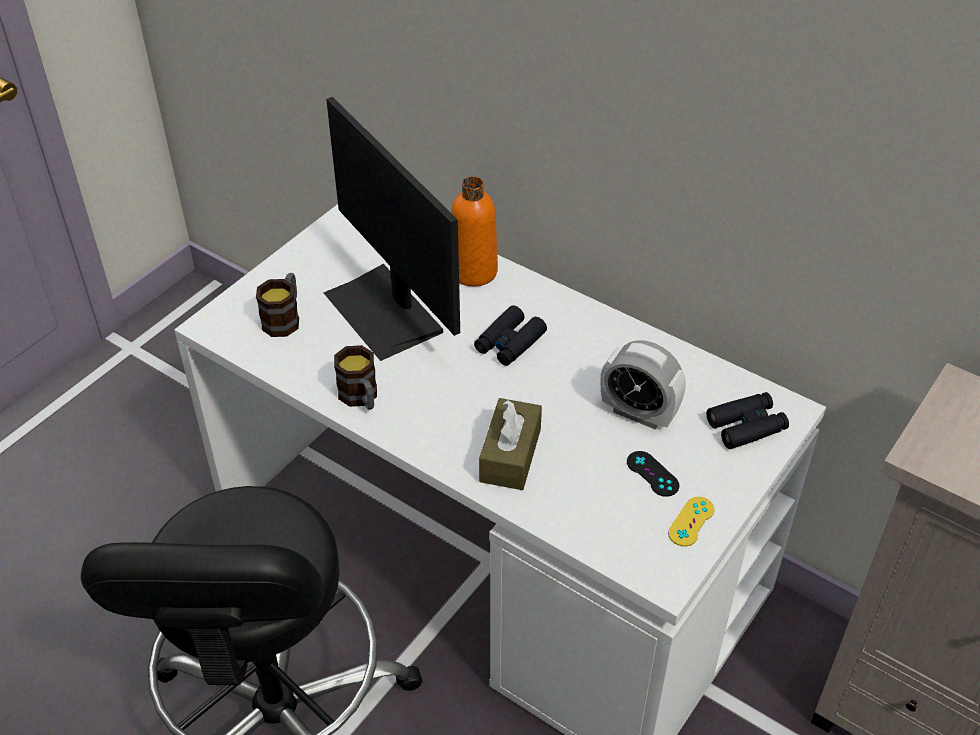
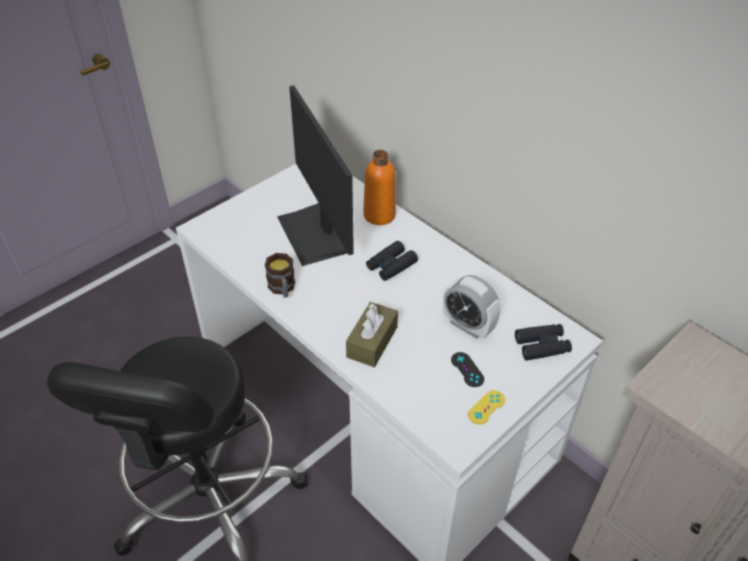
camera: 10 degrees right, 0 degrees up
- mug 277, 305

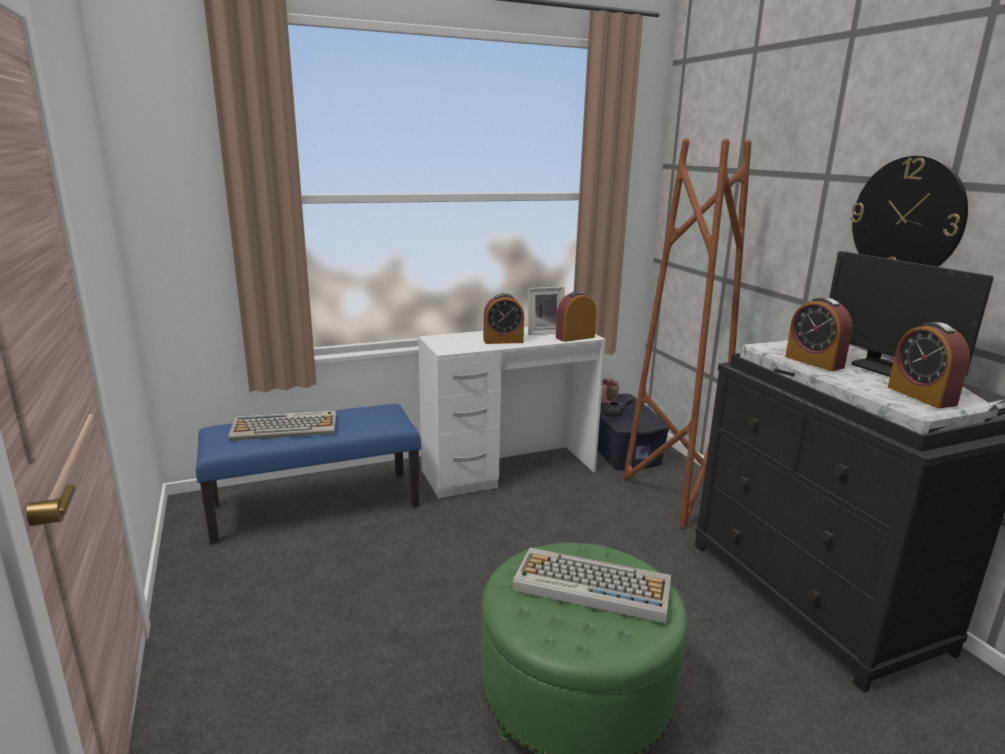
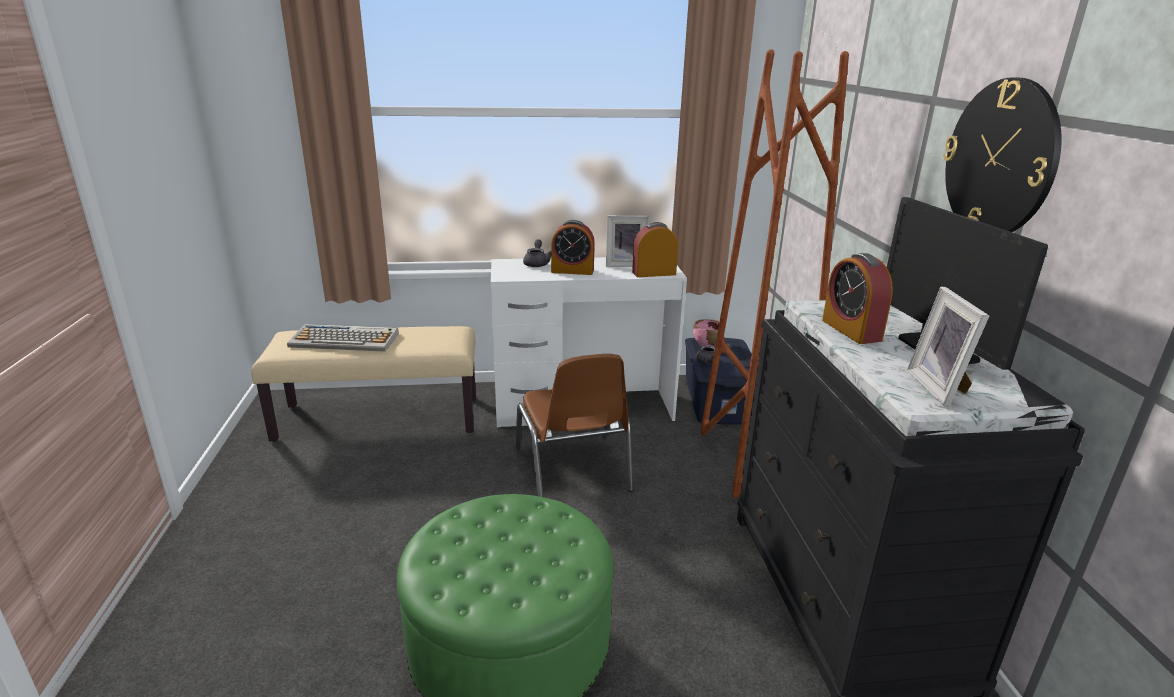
camera: 15 degrees right, 5 degrees up
~ blue_bench 308, 474 to beige_bench 363, 384
+ brown_chair 574, 425
+ grey_teapot 537, 253
~ alarm_clock 929, 365 to picture_frame 948, 346
- keyboard 591, 585

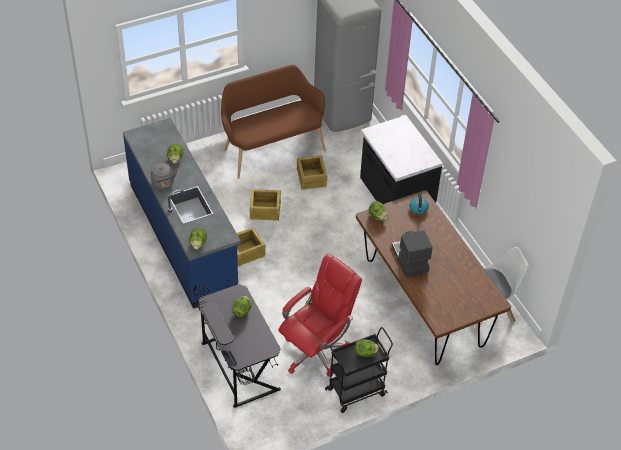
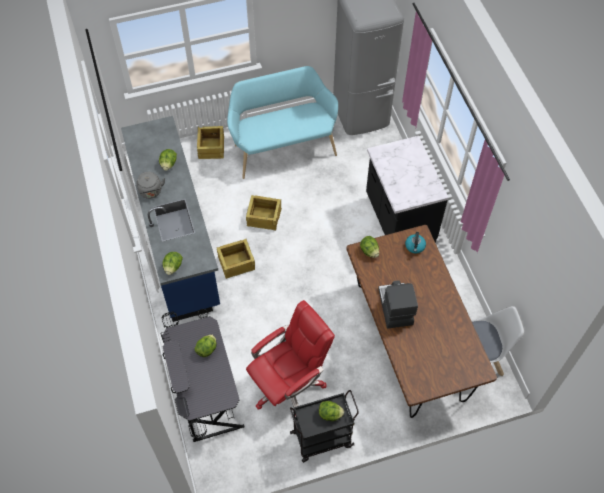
camera: 10 degrees right, 10 degrees up
~ crate 311, 172 to 210, 142
~ brown_bench 273, 122 to turquoise_bench 282, 122

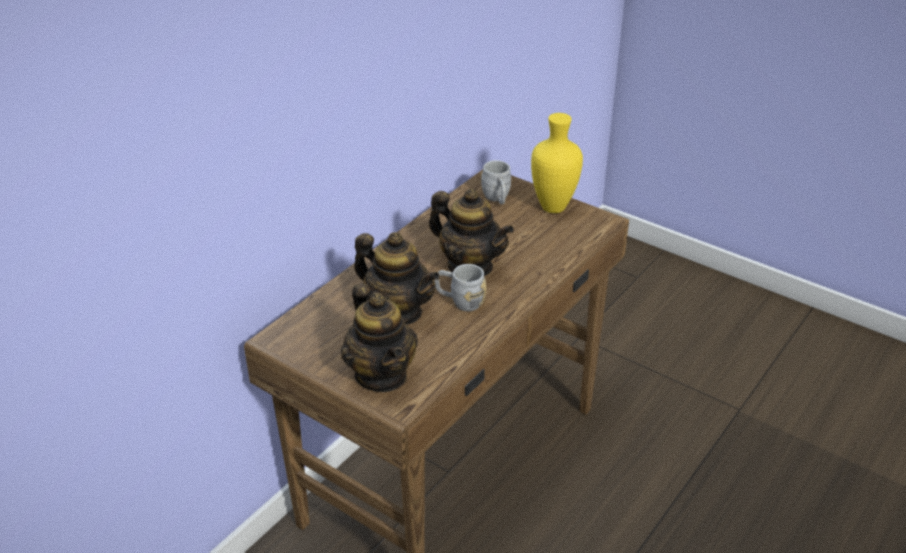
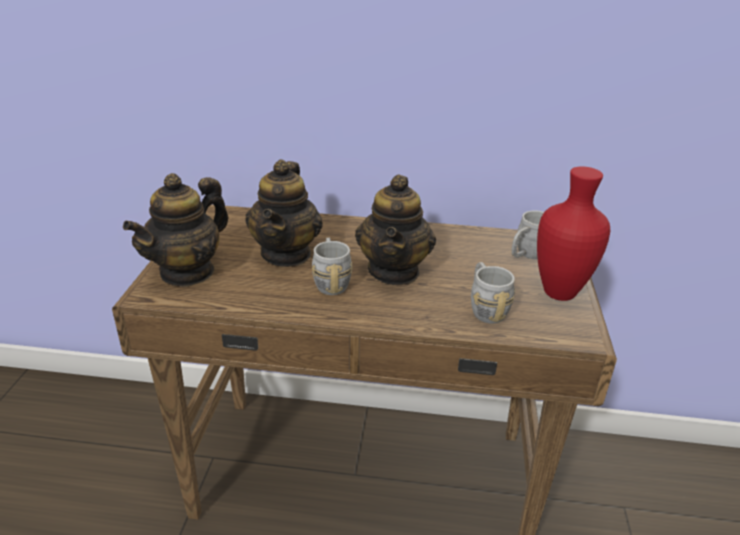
camera: 60 degrees right, 5 degrees down
+ grey_mug 493, 293
~ yellow_vase 557, 163 to red_vase 573, 233

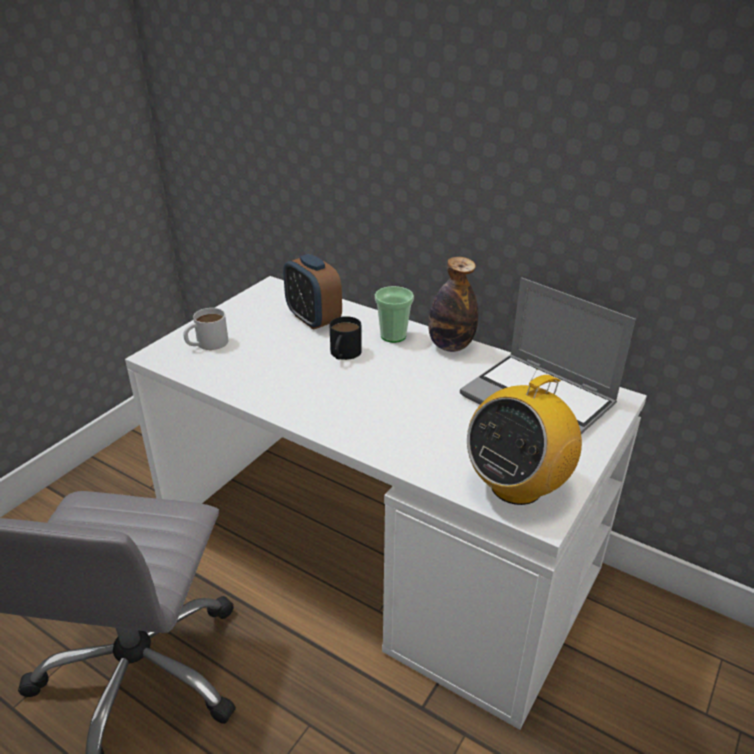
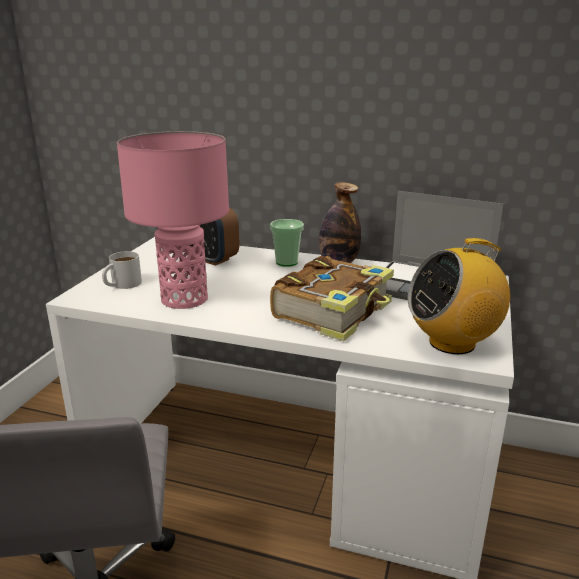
camera: 15 degrees left, 10 degrees down
+ pink_table_lamp 173, 220
+ book 332, 298
~ radio 524, 436 = 459, 296 45 degrees clockwise
- black_mug 345, 338

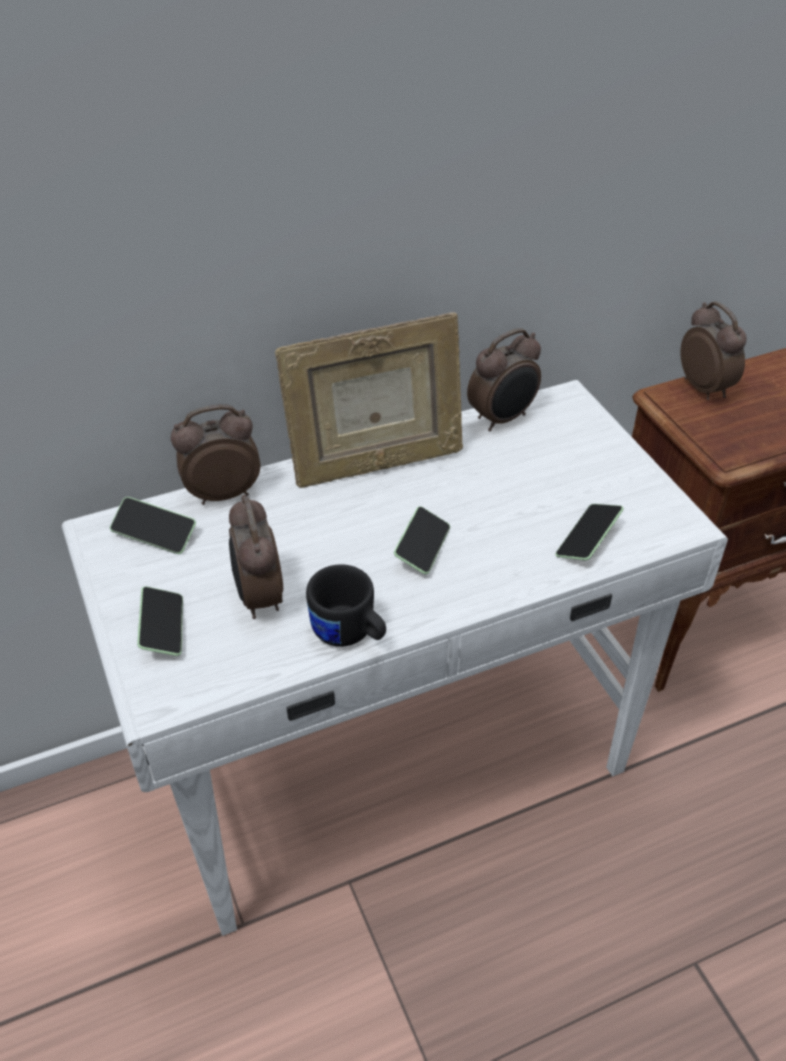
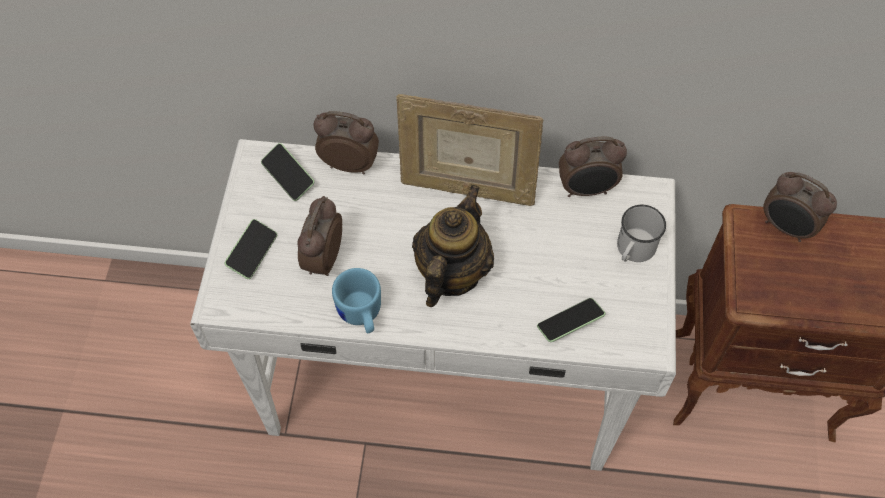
camera: 30 degrees right, 15 degrees up
~ black_mug 346, 605 to blue_mug 356, 300
~ phone 422, 540 to teapot 453, 246
+ white_mug 641, 233
~ alarm_clock 713, 350 = 800, 207 120 degrees clockwise

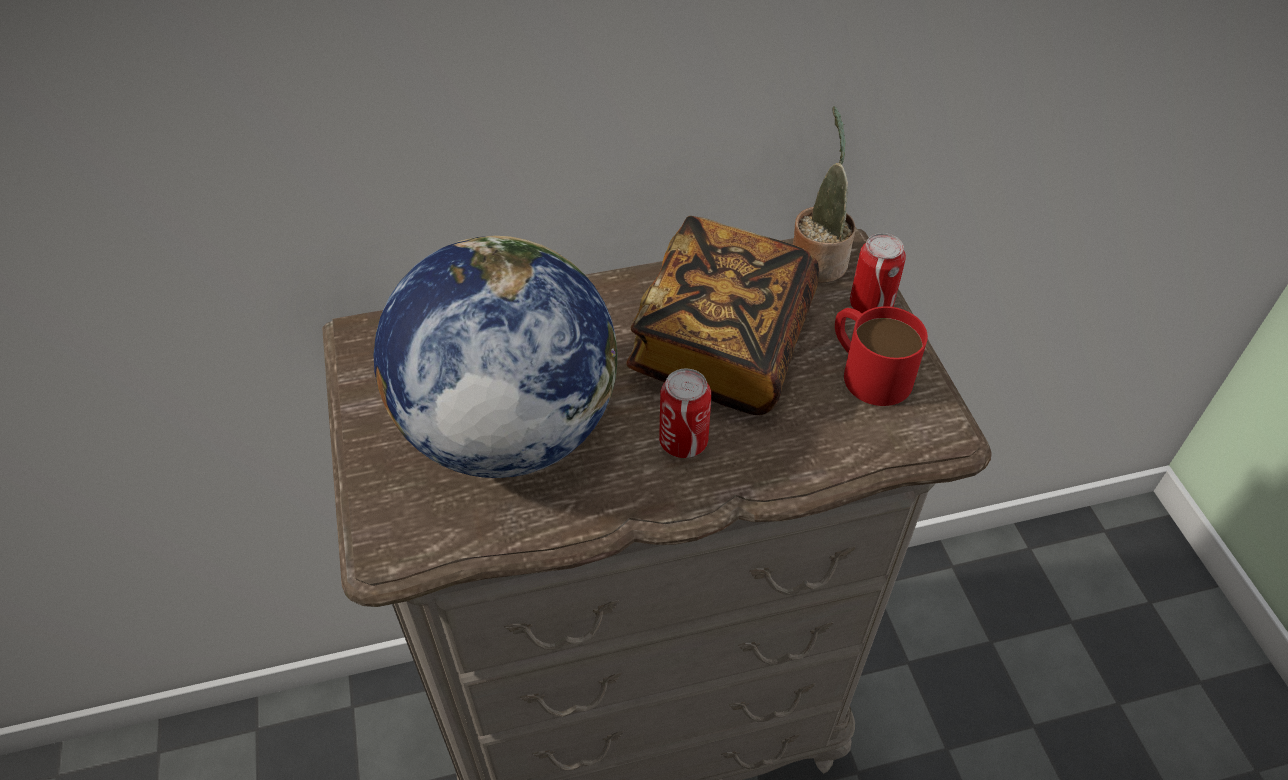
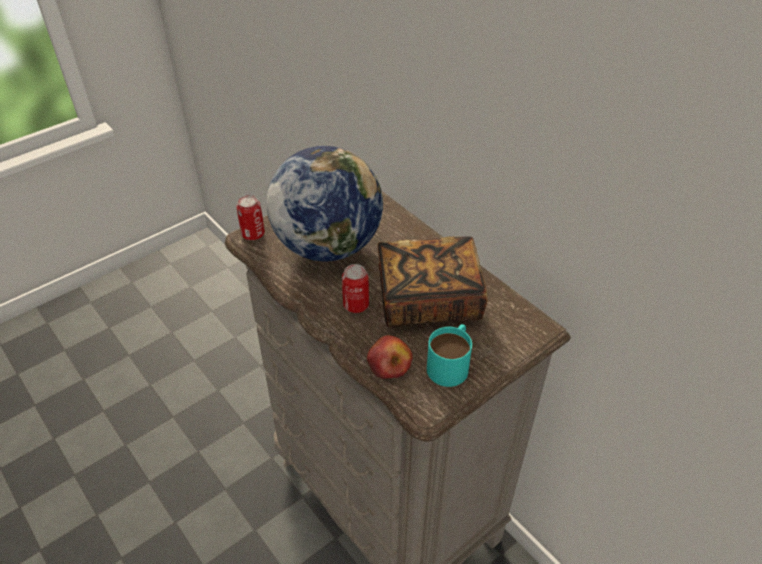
camera: 65 degrees right, 5 degrees down
~ can 878, 273 to 250, 217
+ apple 390, 357
~ red_mug 881, 356 to turquoise_mug 449, 355
- potted_plant 824, 194

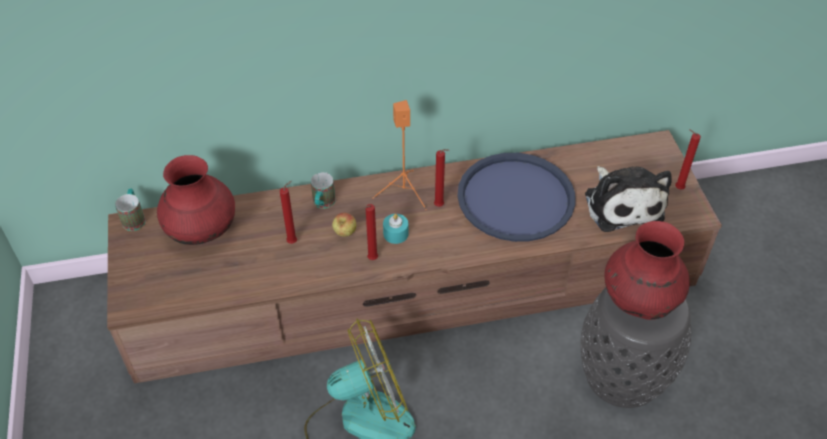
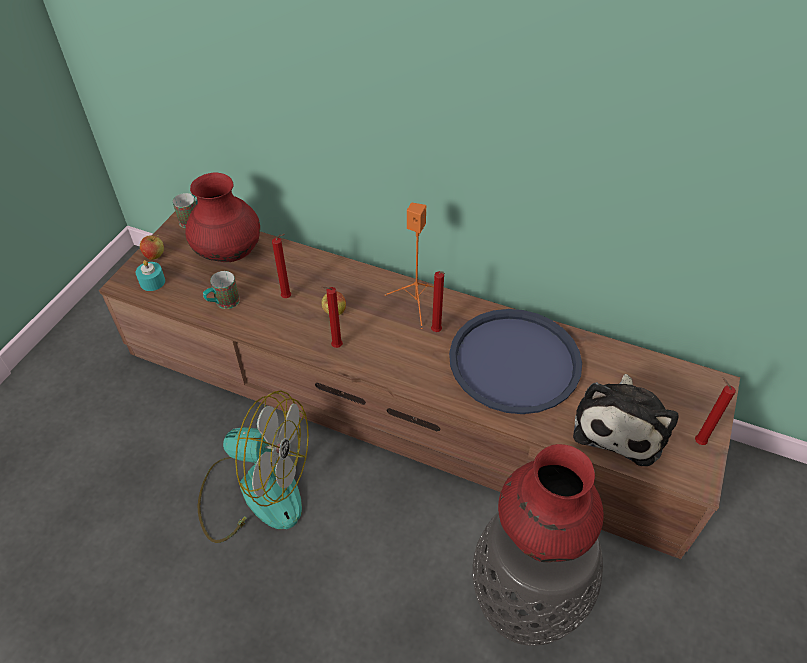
camera: 35 degrees right, 0 degrees up
~ turquoise_candle 395, 229 to 150, 275
+ apple 152, 247
~ mug 323, 190 to 221, 290

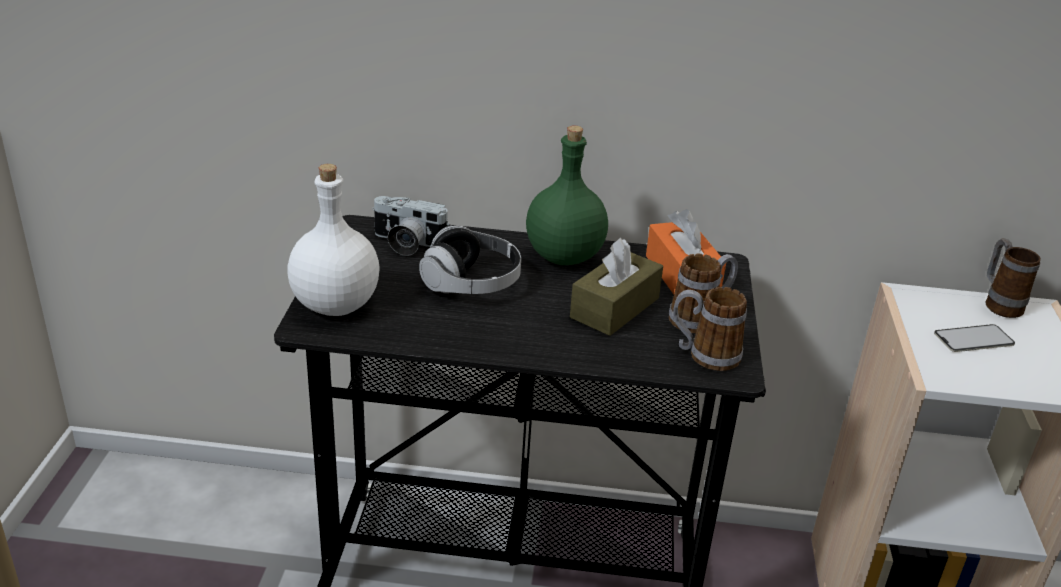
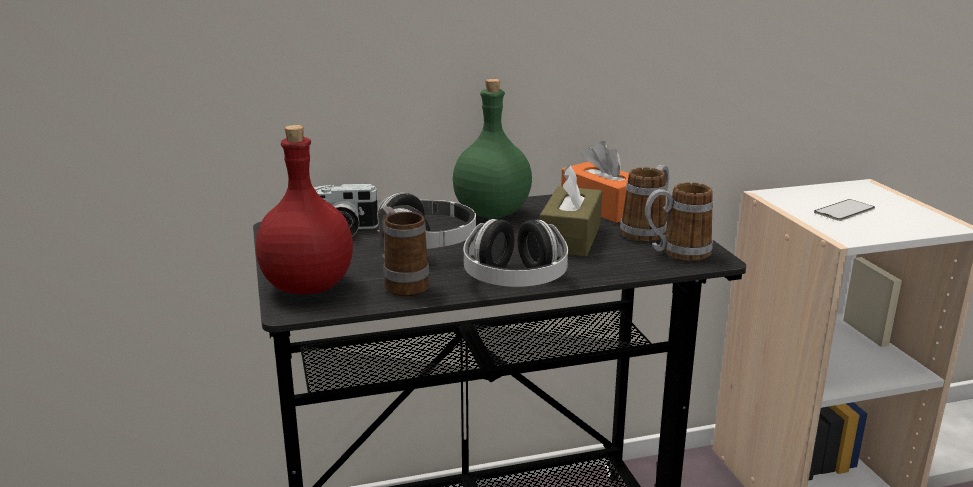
camera: 20 degrees left, 10 degrees down
~ white_bottle 333, 240 to red_bottle 304, 209
~ mug 1013, 278 to 404, 251
+ headphones 515, 253

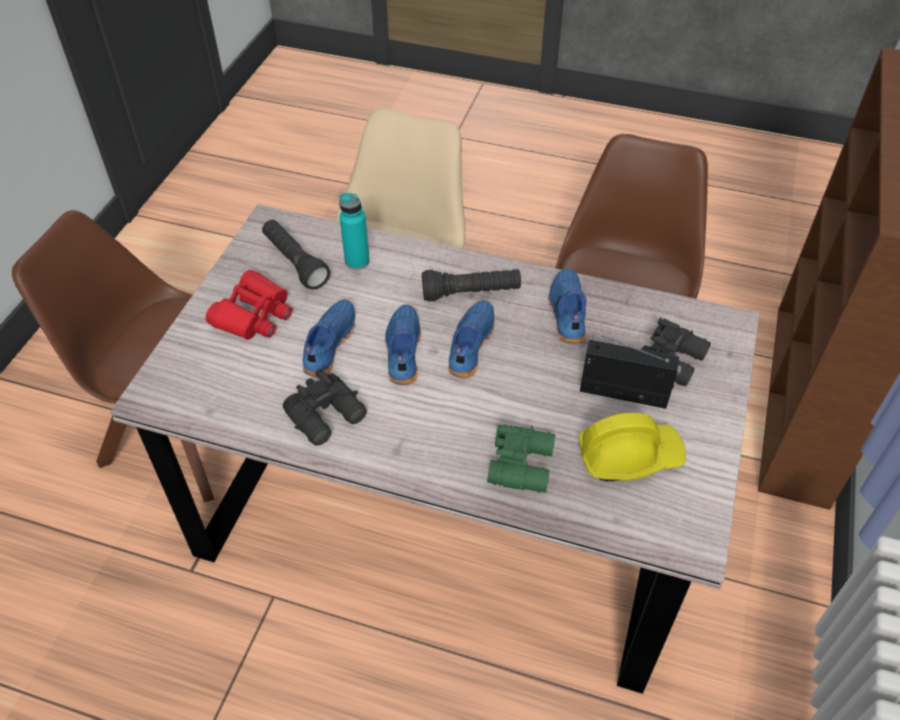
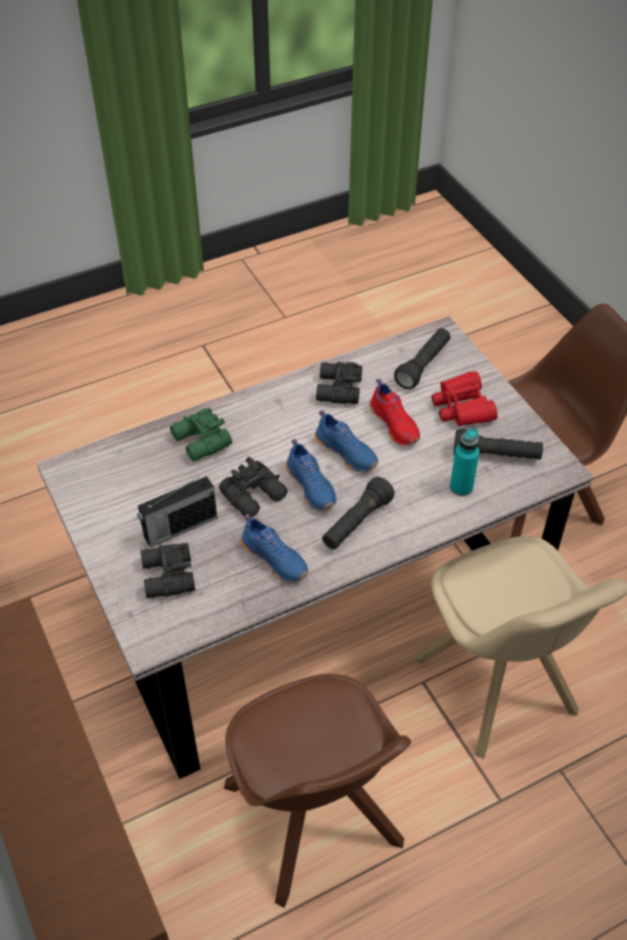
camera: 135 degrees right, 0 degrees up
+ black_binoculars 253, 487
~ blue_shoe 329, 338 to red_shoe 394, 412
+ black_flashlight 422, 358
- yellow_hard_hat 632, 447

